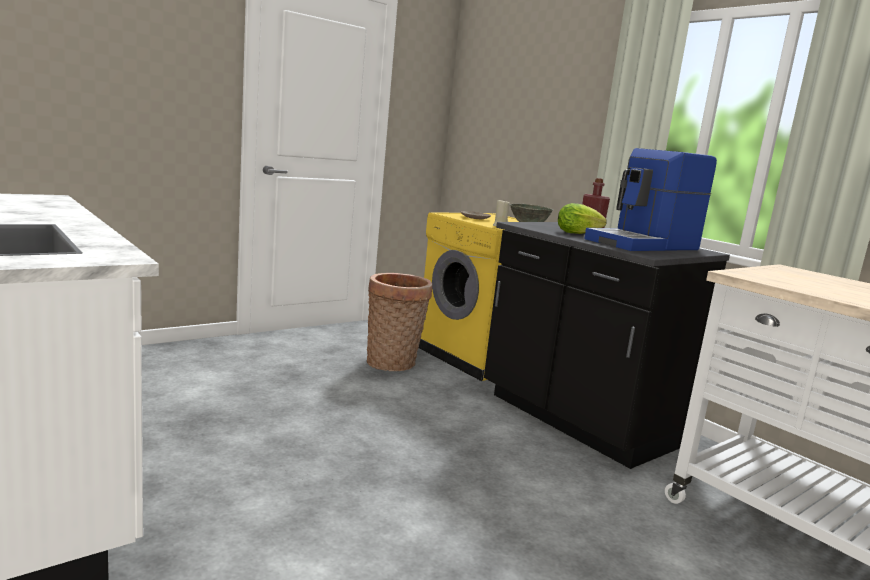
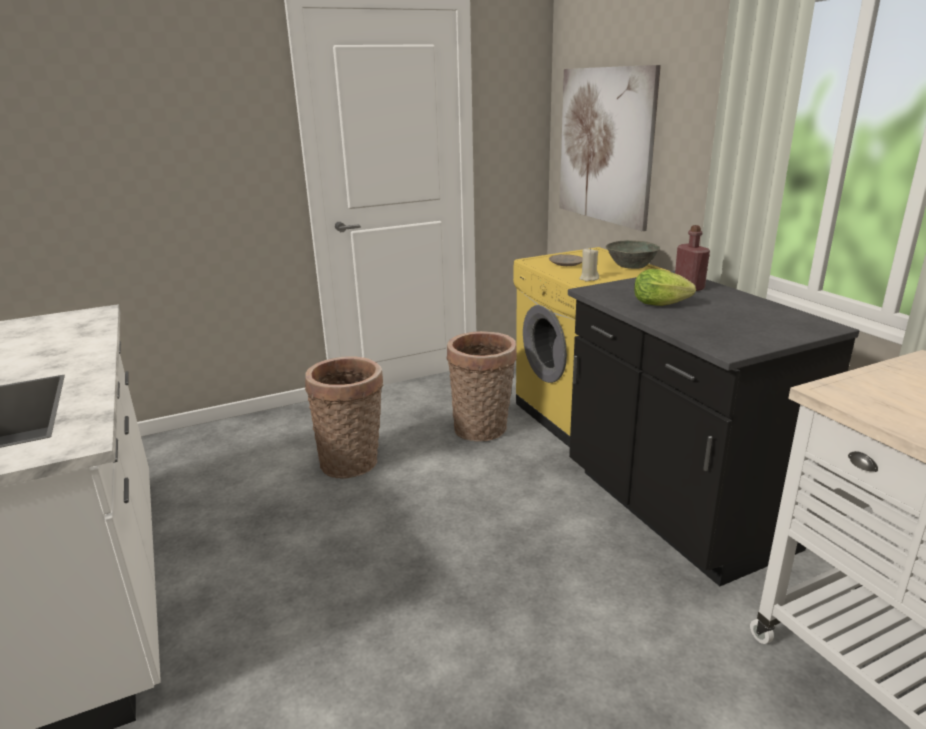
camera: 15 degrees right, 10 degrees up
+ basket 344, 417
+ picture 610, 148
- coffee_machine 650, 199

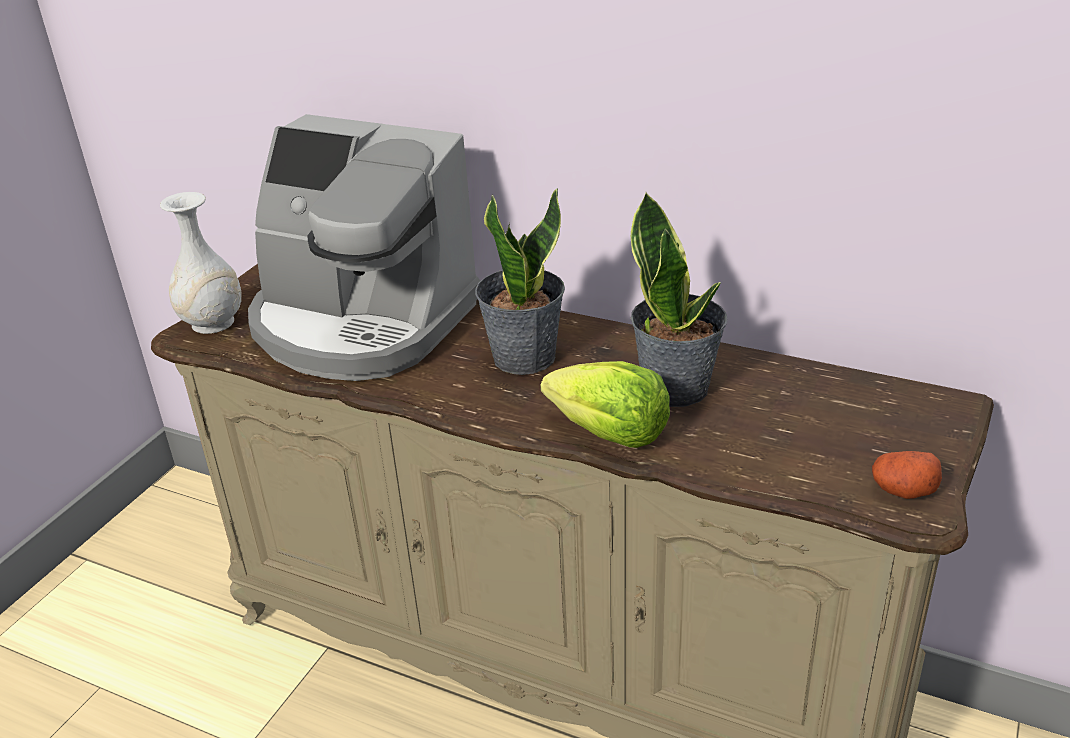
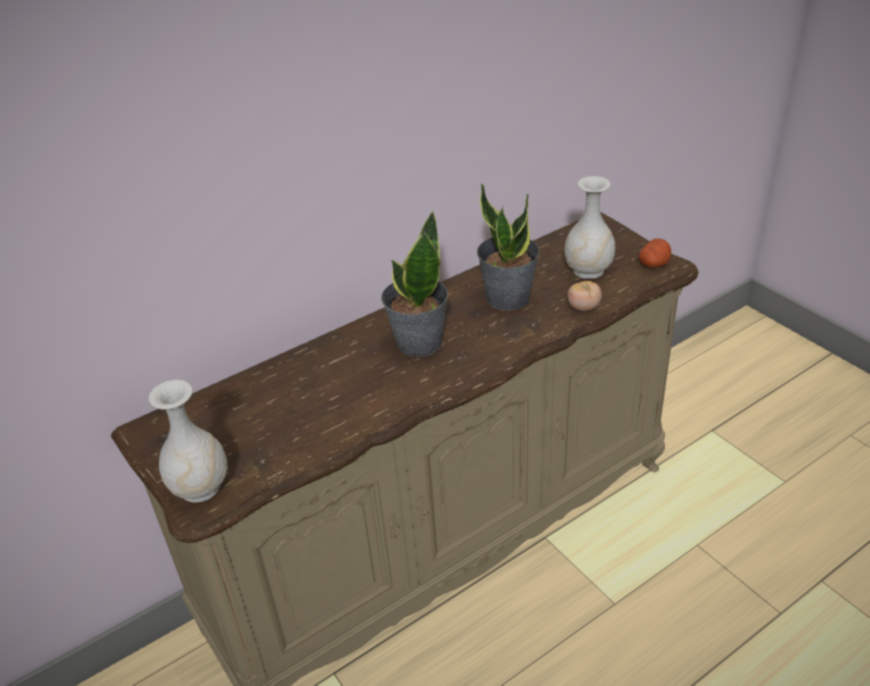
camera: 60 degrees left, 5 degrees up
+ white_vase 589, 227
+ tomato 584, 296
- coffee_machine 364, 247
- lettuce 605, 404

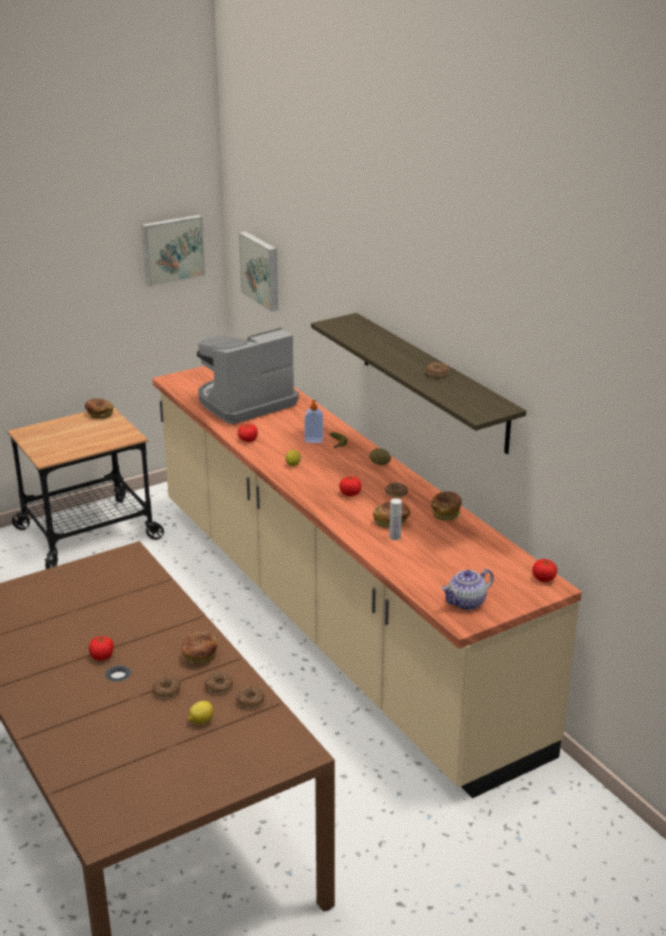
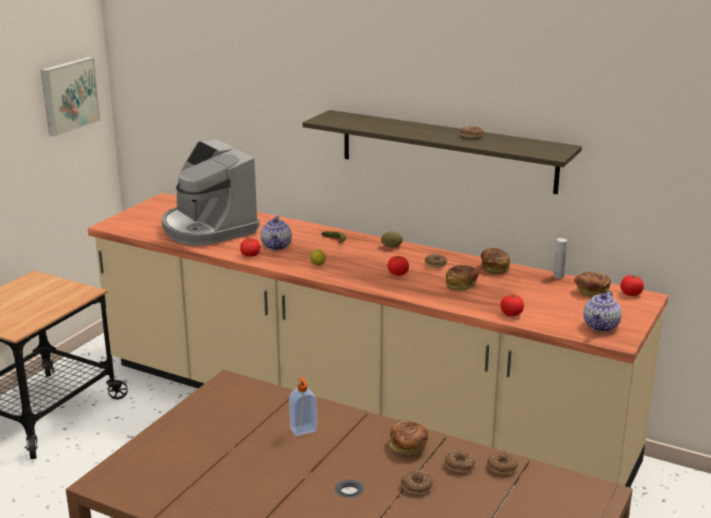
camera: 30 degrees left, 5 degrees down
~ coffee_machine 248, 376 = 211, 192 60 degrees counterclockwise
+ teapot 276, 233
~ soap_dispenser 313, 421 to 303, 406
~ tomato 101, 648 to 512, 305
~ white_bottle 395, 519 to 560, 258
~ bread 99, 409 to 592, 284
- lemon 201, 713
- picture 258, 271

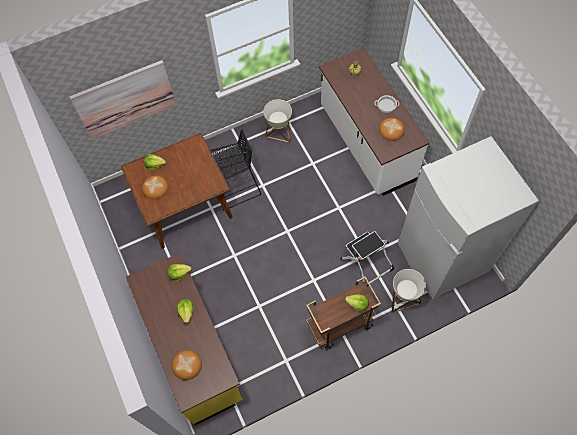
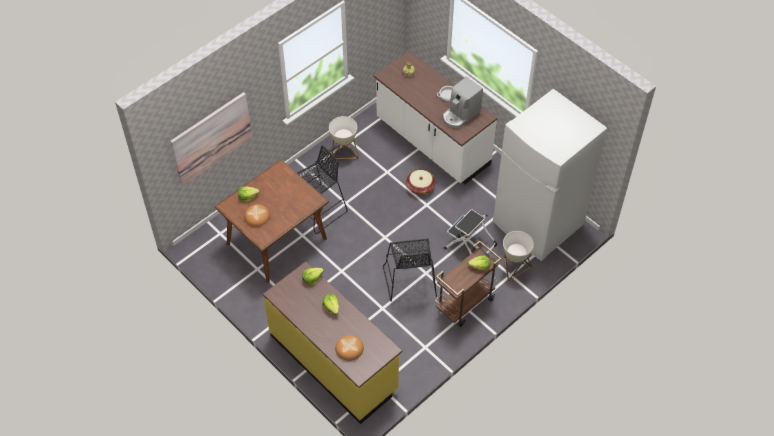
camera: 20 degrees left, 10 degrees down
+ black_stool 410, 270
+ basket 421, 182
~ bread 392, 129 to coffee_machine 463, 102

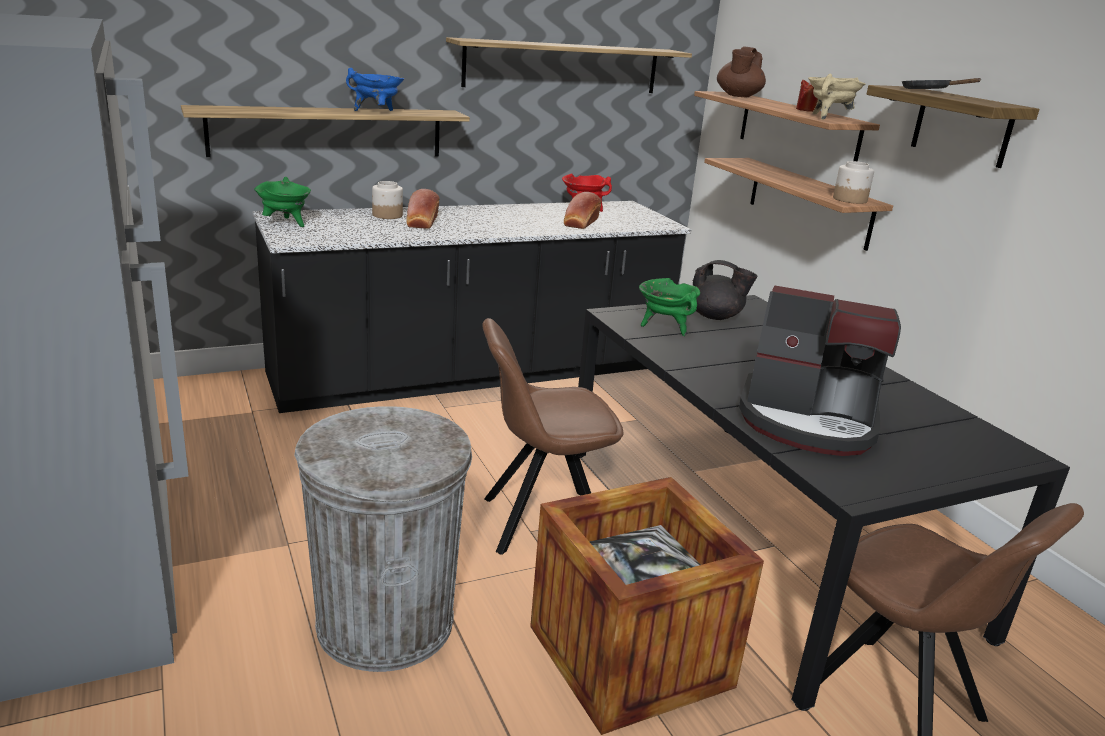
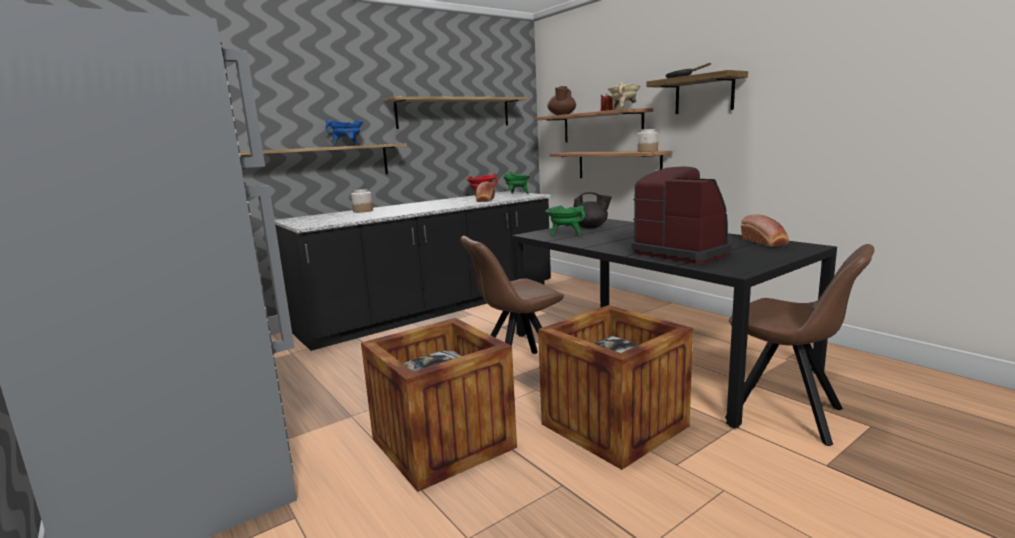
camera: 10 degrees left, 10 degrees down
~ grey_trash_can 383, 539 to crate 439, 405
~ green_cooking_pot 282, 202 to 517, 183
~ coffee_machine 820, 370 = 681, 215 135 degrees counterclockwise
~ bread 423, 209 to 765, 230

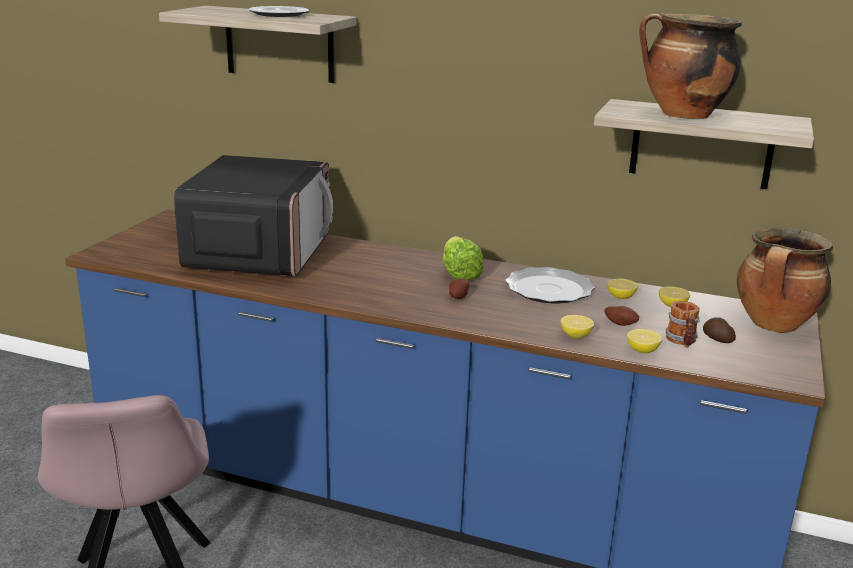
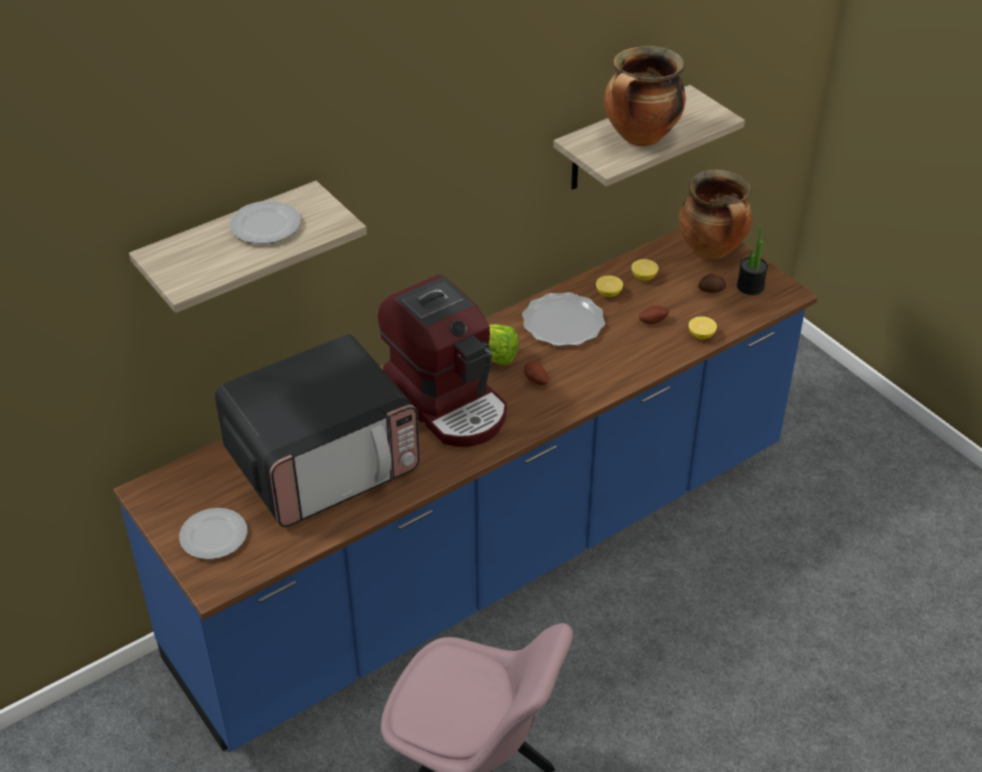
camera: 55 degrees left, 20 degrees up
+ plate 213, 533
~ microwave 253, 215 = 317, 430 105 degrees clockwise
+ coffee_machine 442, 360
+ potted_plant 752, 260
- lemon 577, 326
- mug 683, 324

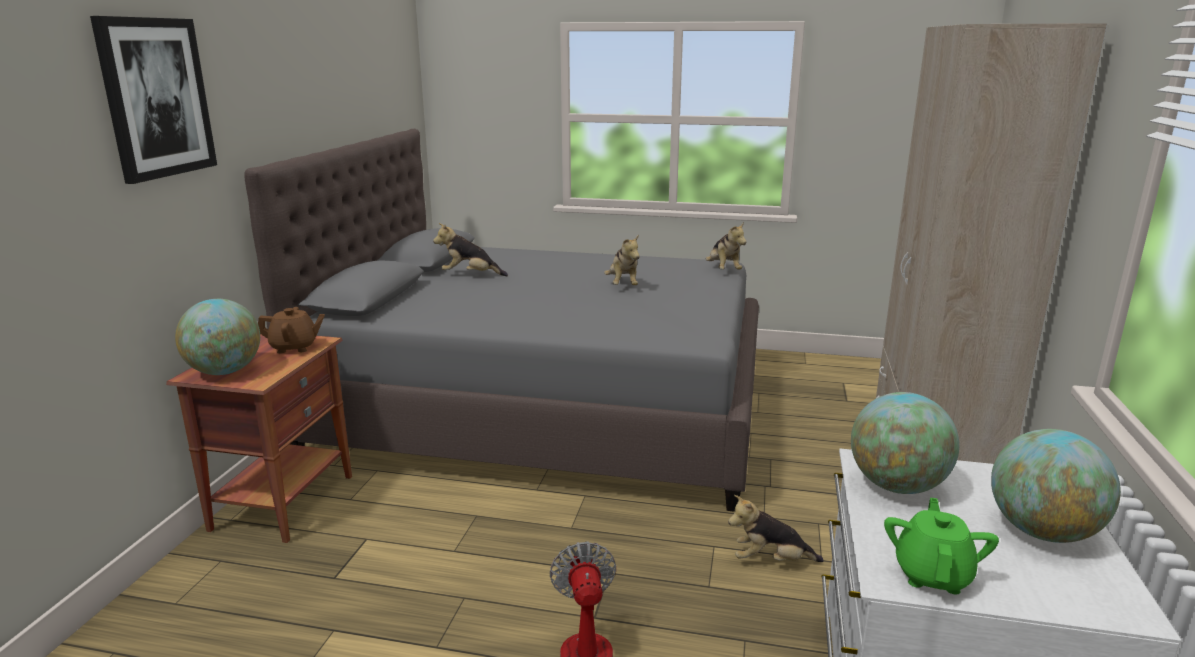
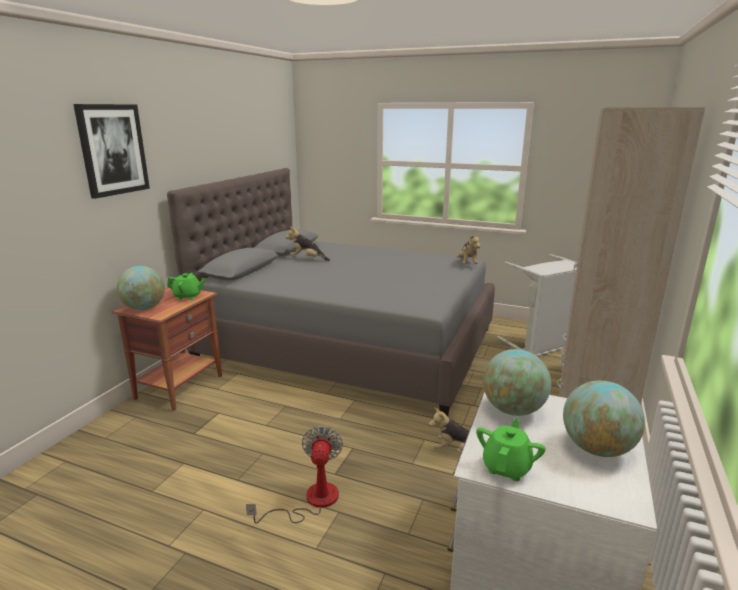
camera: 10 degrees right, 0 degrees up
~ brown_teapot 291, 330 to green_teapot 186, 286
+ grey_laundry_basket 537, 305
- plush_toy 622, 260

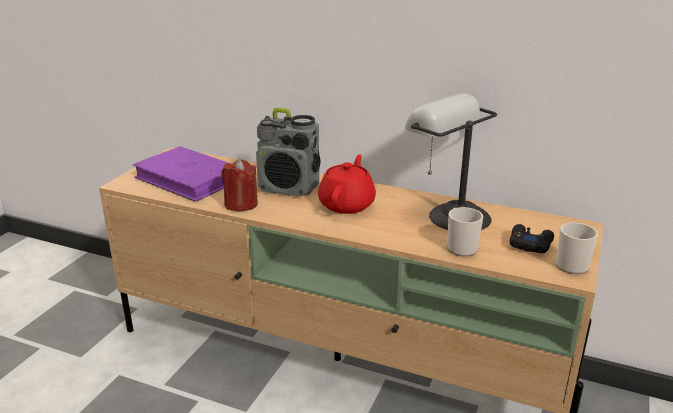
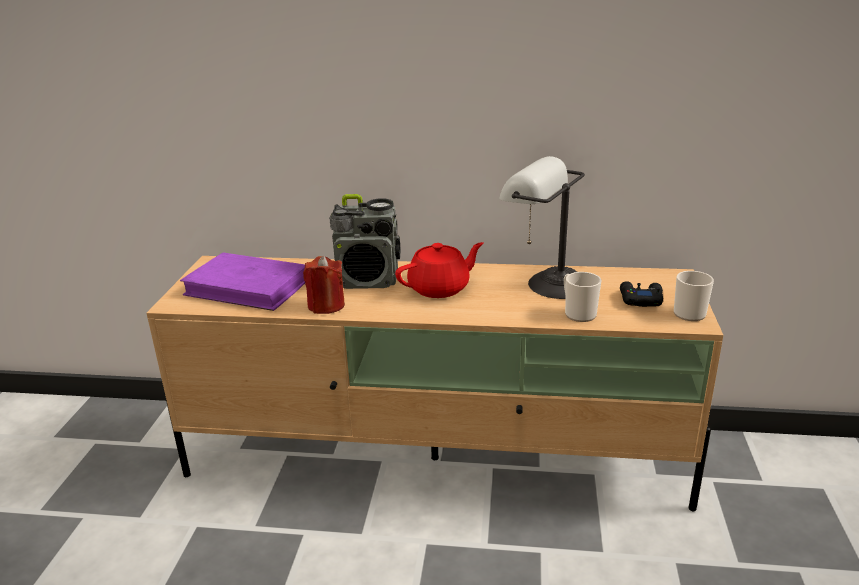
camera: 15 degrees left, 0 degrees up
~ red_teapot 347, 184 = 439, 270 60 degrees clockwise

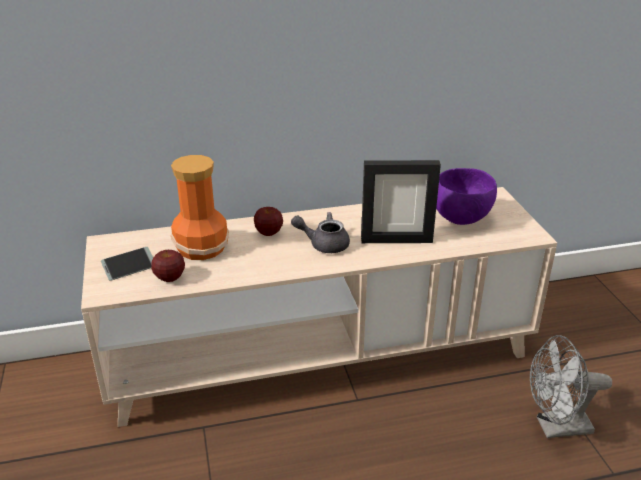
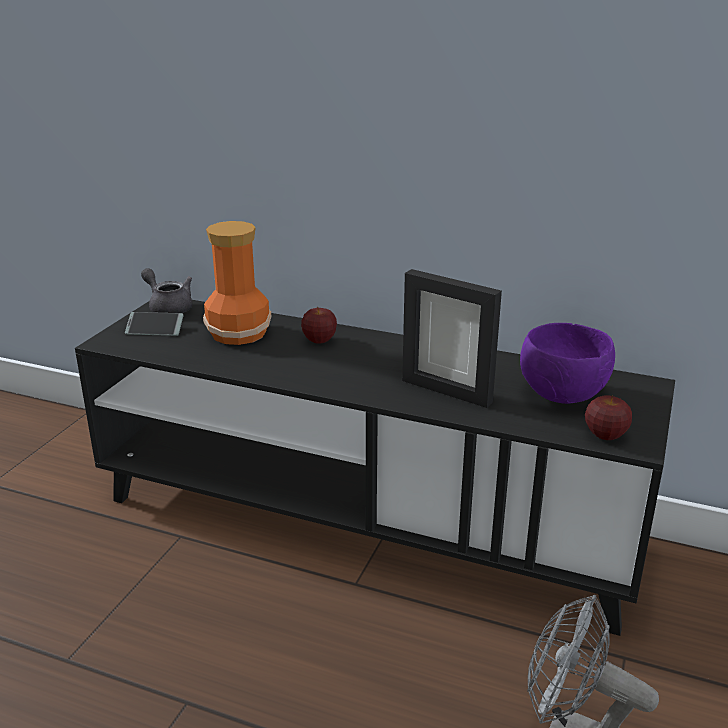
camera: 35 degrees right, 5 degrees down
~ beige_tv_stand 319, 307 to black_tv_stand 375, 468
~ grey_teapot 320, 232 to 167, 290
~ apple 168, 266 to 608, 418

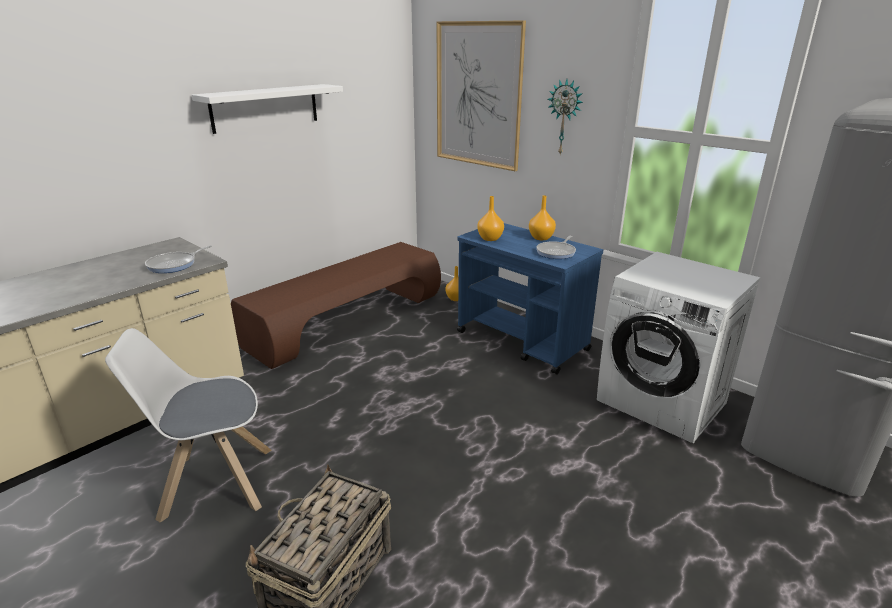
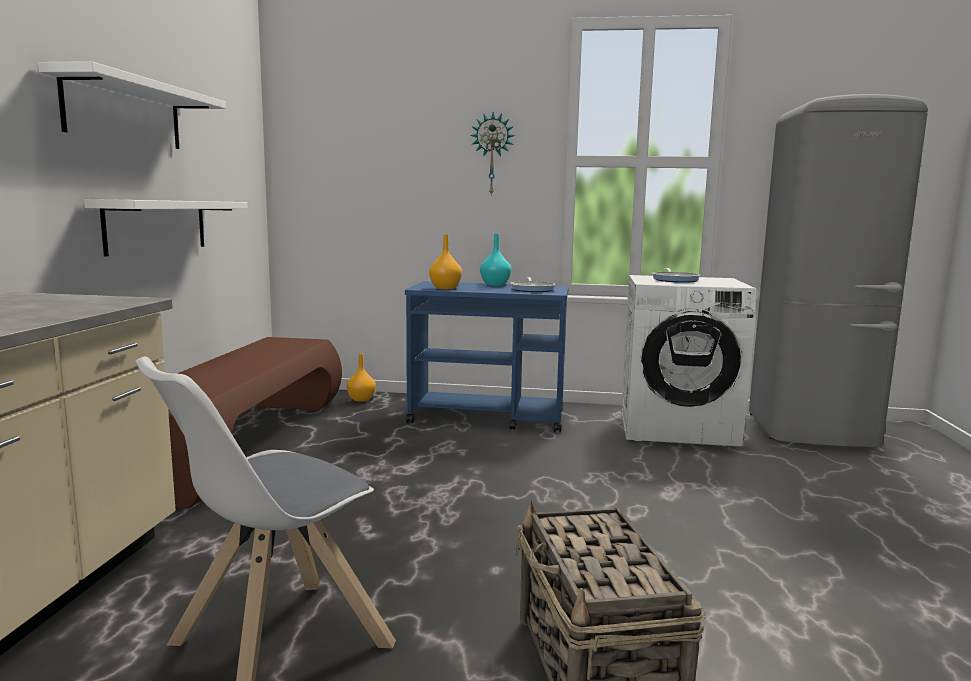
camera: 35 degrees left, 15 degrees down
+ white_shelf 166, 228
~ orange_vase 542, 217 to turquoise_vase 495, 260
~ frying_pan 178, 259 to 676, 275
- picture 481, 96

